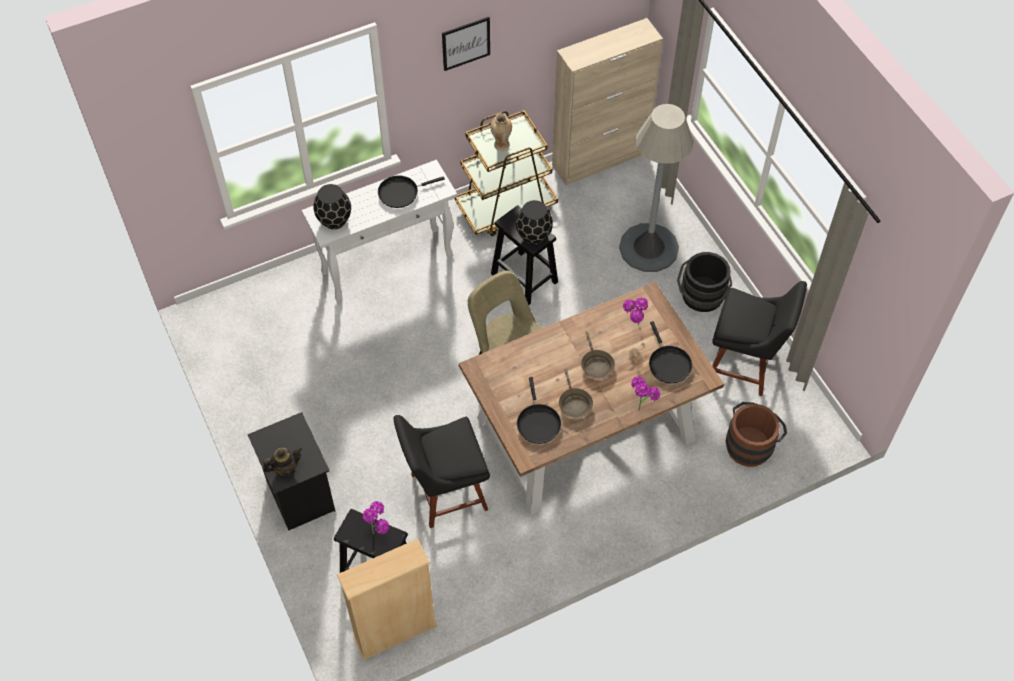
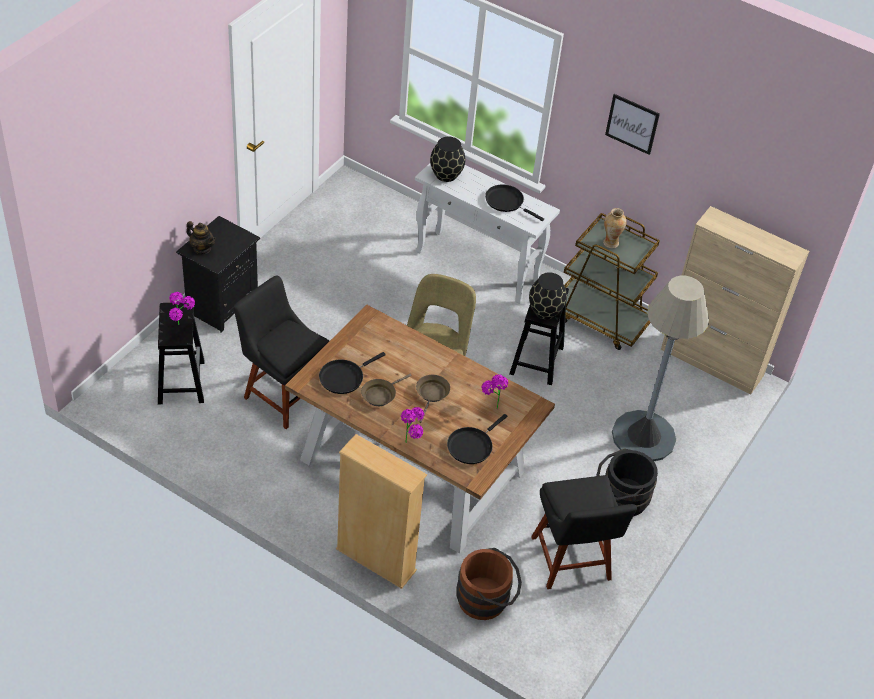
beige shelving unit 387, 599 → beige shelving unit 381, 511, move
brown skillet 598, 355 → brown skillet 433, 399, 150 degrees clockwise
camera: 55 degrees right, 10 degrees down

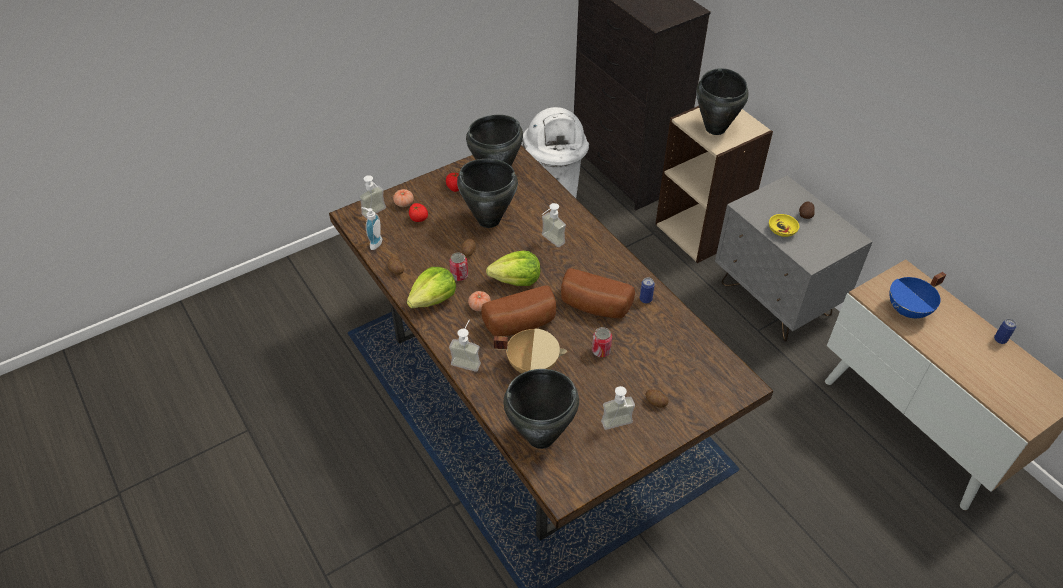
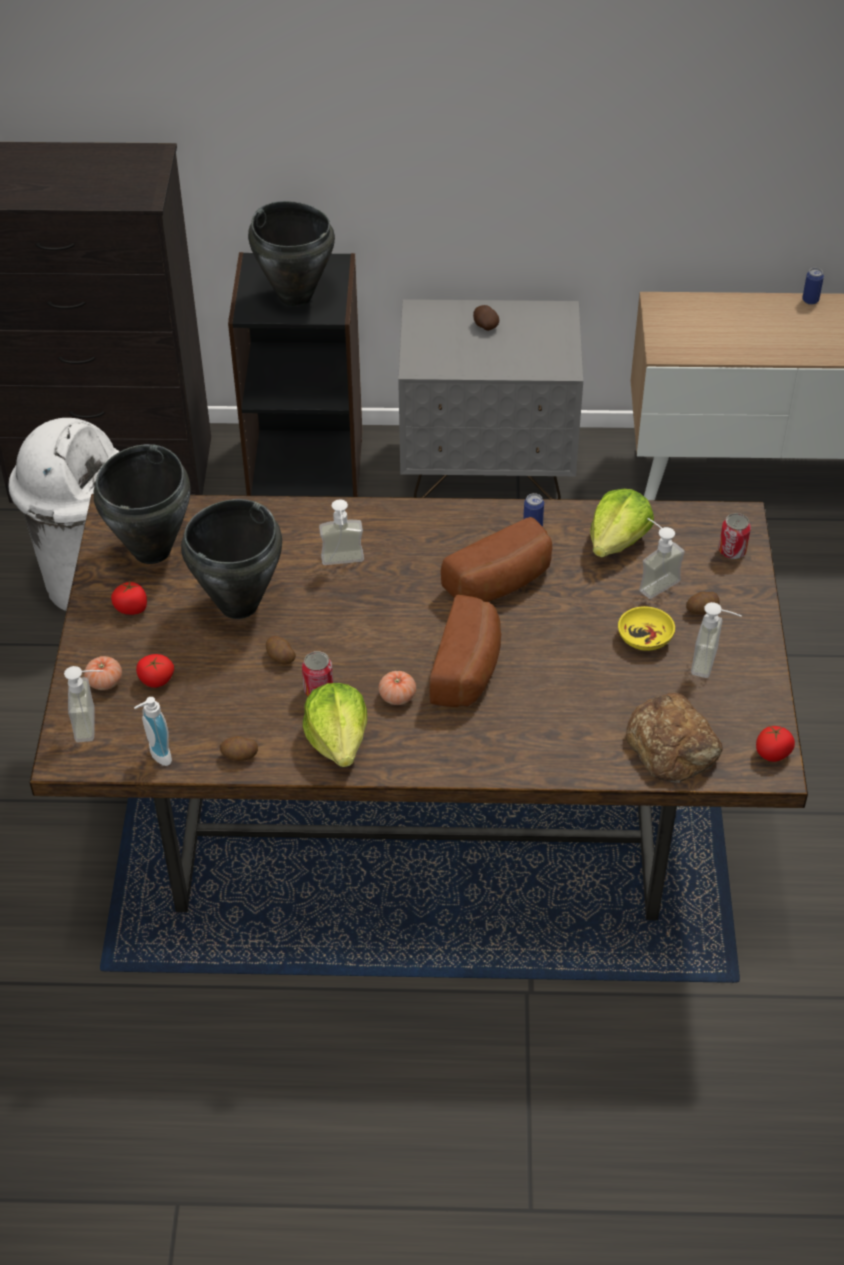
beige cooking pot 530, 350 → -
blue-coloured cooking pot 917, 295 → -
- → tomato 775, 744
soap dispenser 465, 345 → soap dispenser 662, 558, move
lettuce head 513, 268 → lettuce head 622, 523, move
sealed can 602, 342 → sealed can 735, 536, move
yellow-coloured serving bowl 784, 225 → yellow-coloured serving bowl 646, 628, move
black-coloured cooking pot 541, 409 → bread 674, 738
beige shelving unit 714, 184 → black-coloured shelving unit 295, 374
camera: 55 degrees left, 0 degrees up

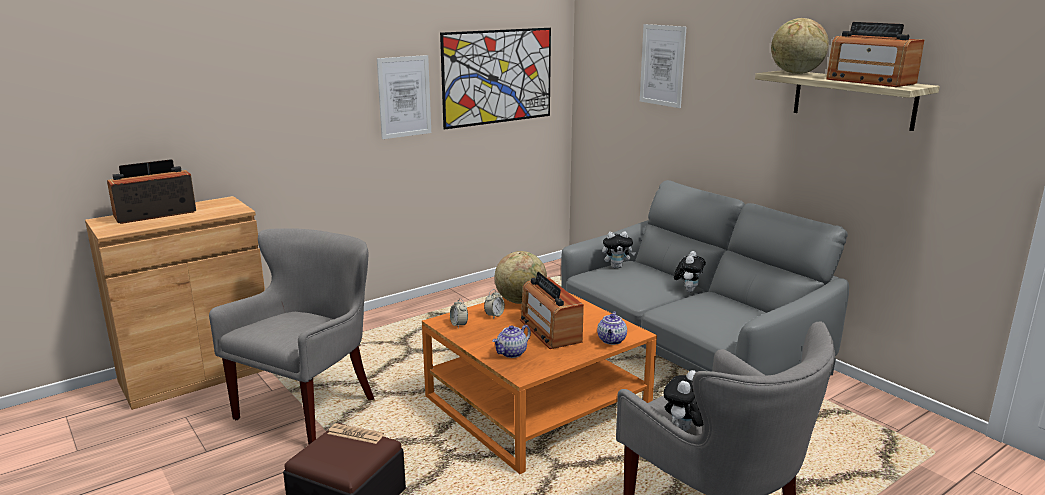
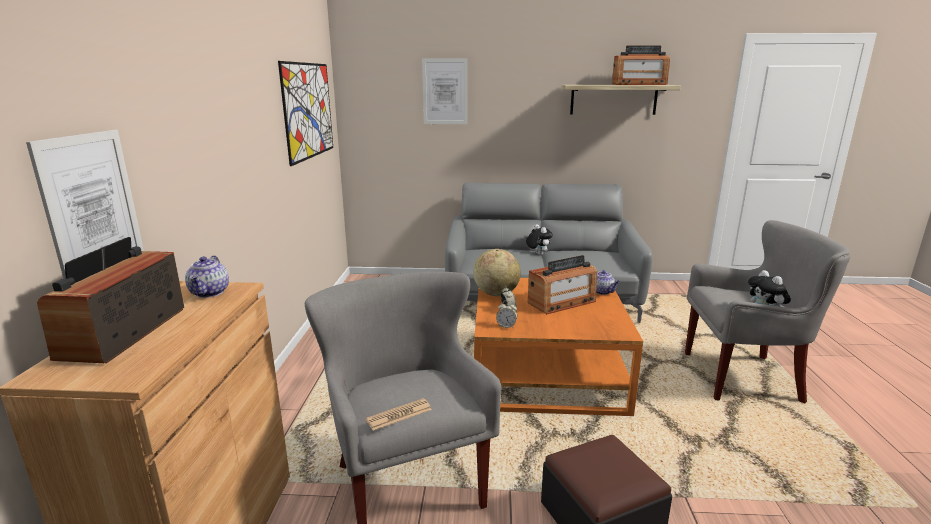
soft toy 619, 249 → -
desk globe 800, 46 → -
newspaper 355, 433 → newspaper 398, 414, move
wall art 404, 97 → wall art 85, 204, move
pot for tea 511, 341 → pot for tea 207, 276, move
radio receiver 552, 310 → radio receiver 562, 284, 45 degrees counterclockwise
camera: 50 degrees left, 0 degrees up

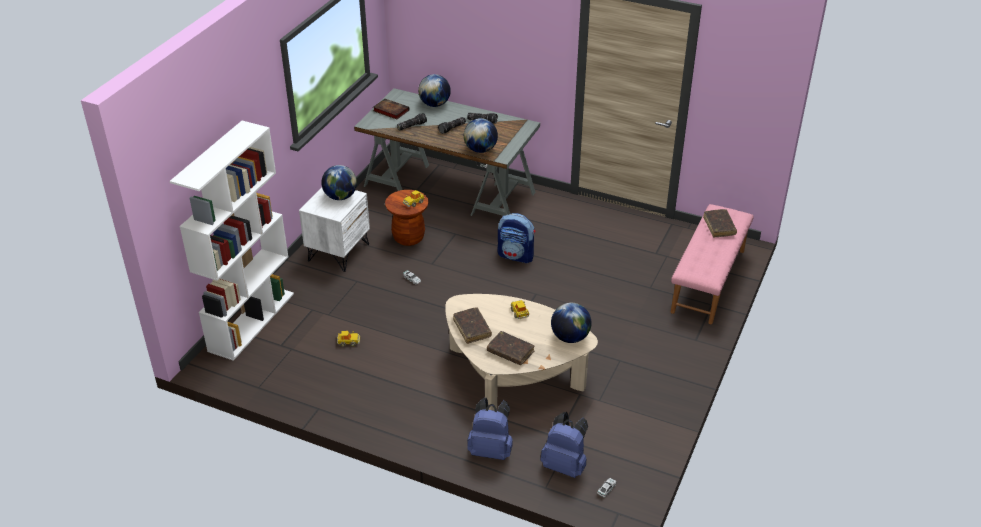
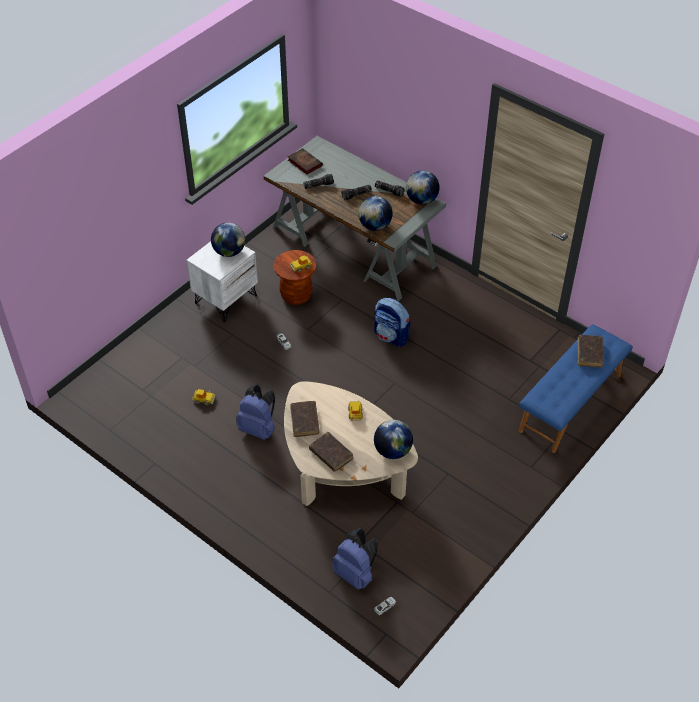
white-coloured shelving unit 232, 241 → -
desk globe 434, 90 → desk globe 423, 188, move
blue-coloured rucksack 490, 429 → blue-coloured rucksack 255, 412, move
pinkish indoor bench 712, 264 → blue-coloured indoor bench 576, 388
camera: 15 degrees right, 10 degrees up

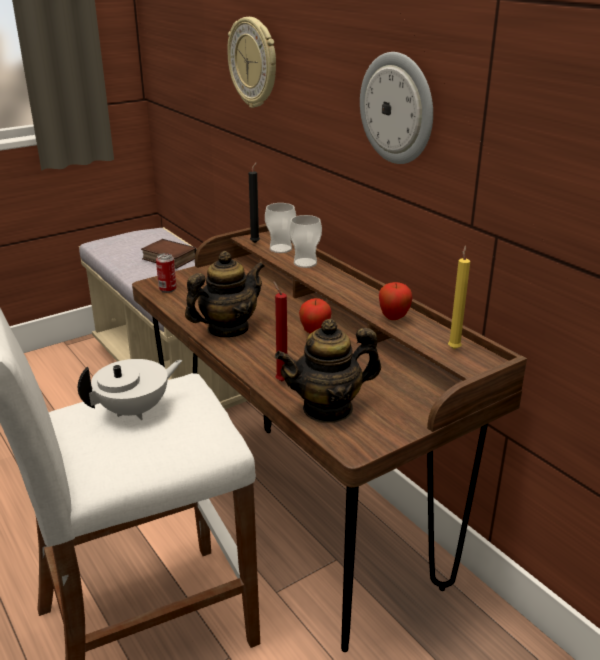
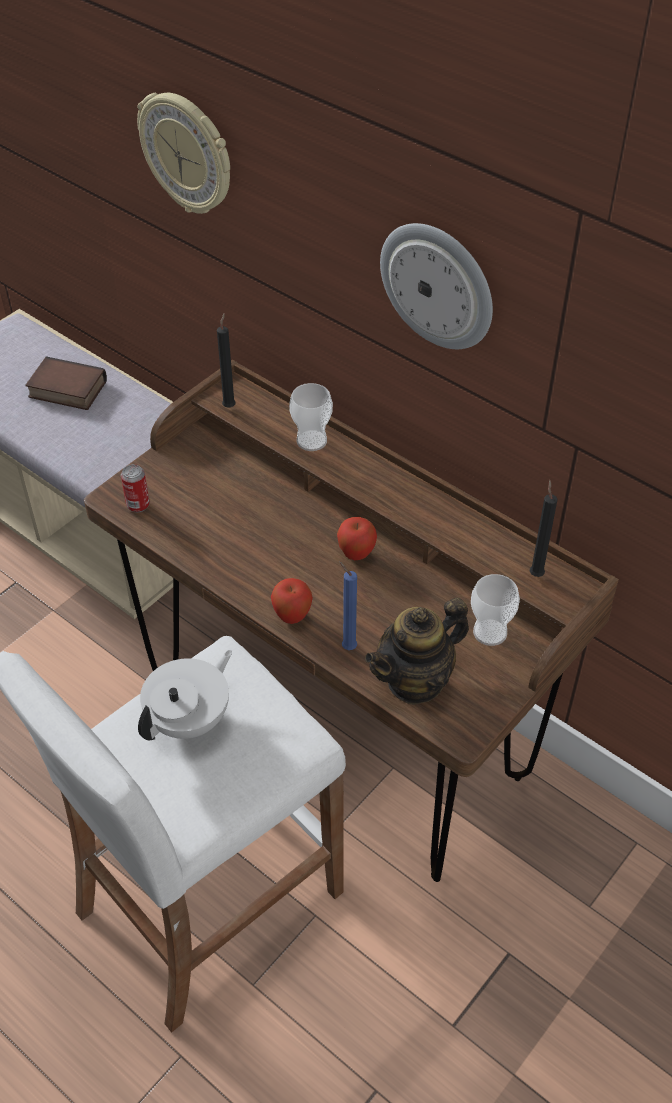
pot for tea 224, 294 → -
cup 280, 228 → cup 495, 610, move
whole apple 396, 301 → whole apple 292, 601, move
reddish wax candle 280, 331 → blue-coloured wax candle 348, 605
yellow-coloured wax candle 459, 297 → black-coloured wax candle 544, 528
camera: 15 degrees left, 20 degrees up

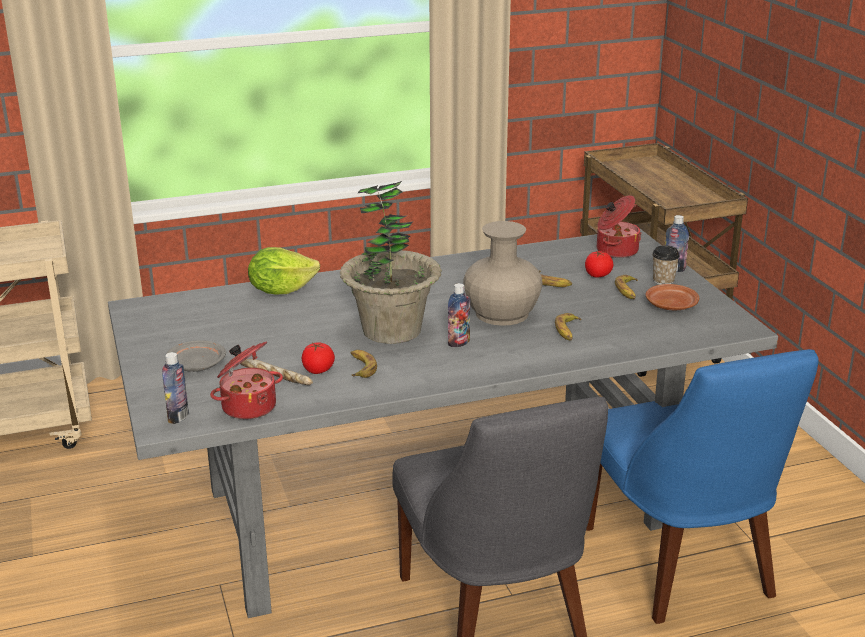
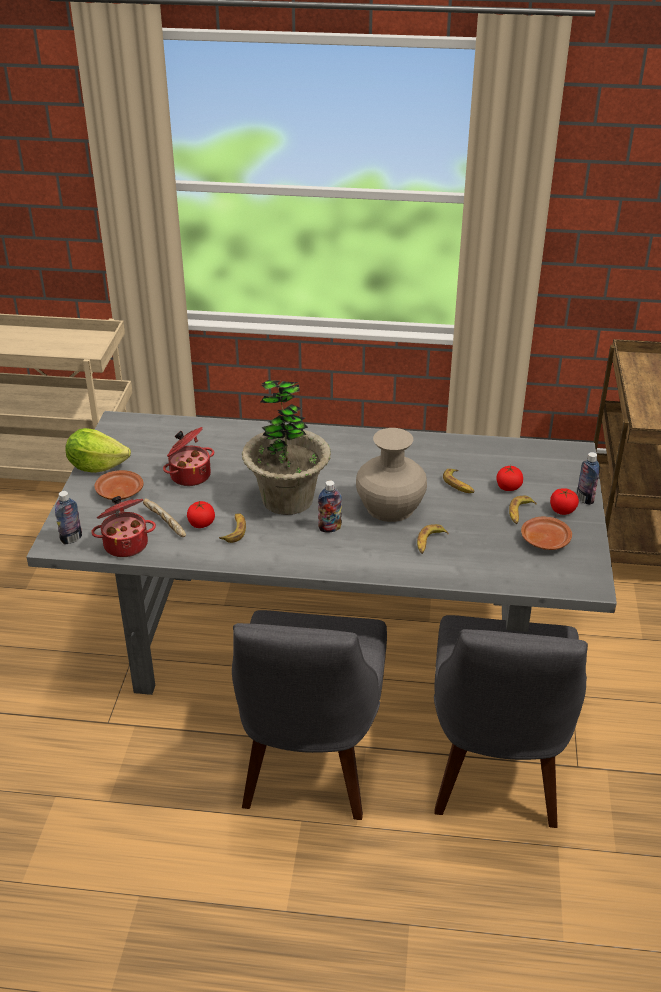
lettuce head 284, 271 → lettuce head 98, 450, move
cooking pot 619, 226 → cooking pot 188, 456, move
cup 666, 265 → tomato 564, 501
grey plate 196, 356 → brown plate 119, 485
blue-coloured chair 702, 486 → grey chair 511, 721
camera: 25 degrees right, 10 degrees up

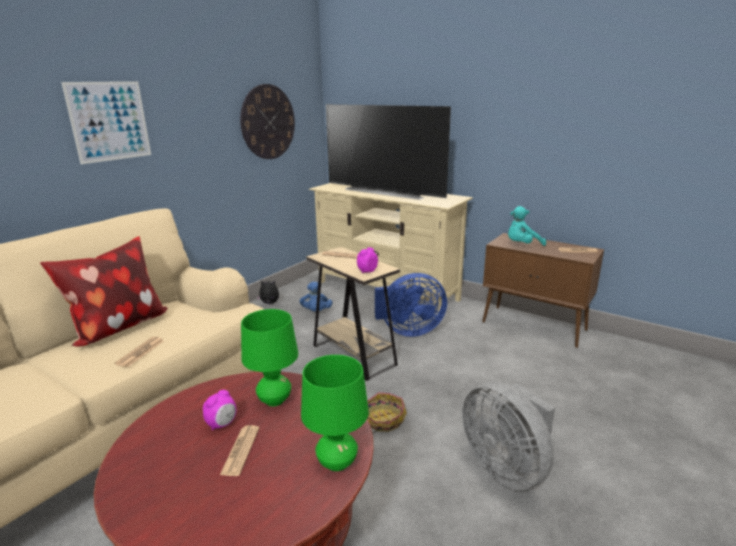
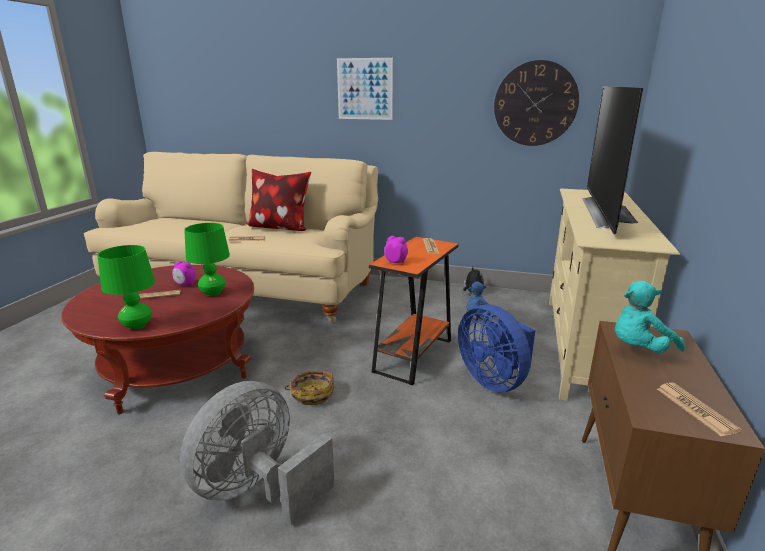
beige side table 353, 314 → orange side table 414, 311
turquoise soft toy 527, 226 → turquoise soft toy 650, 317, 75 degrees counterclockwise
camera: 70 degrees right, 0 degrees up

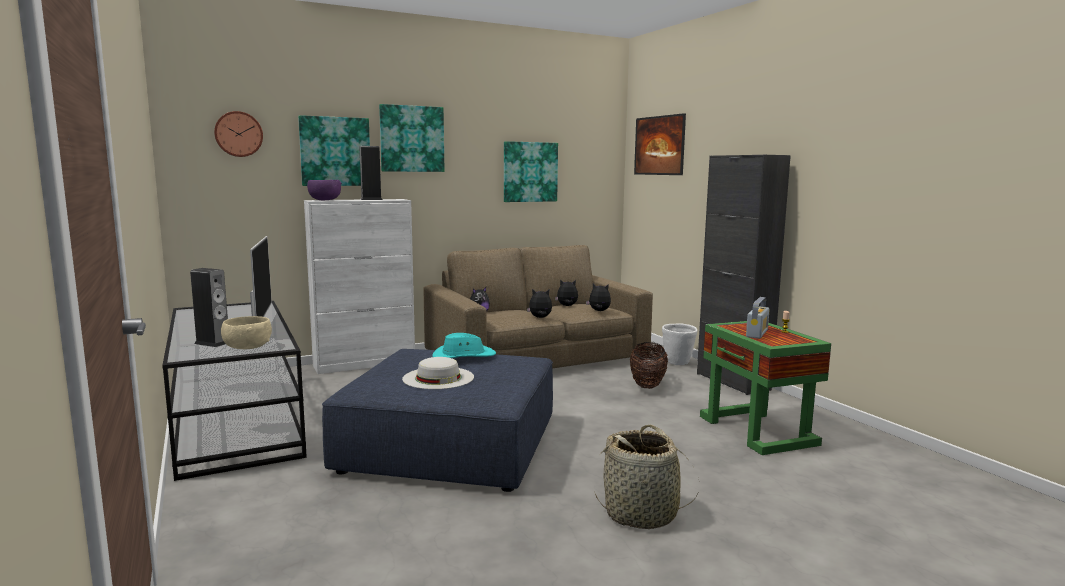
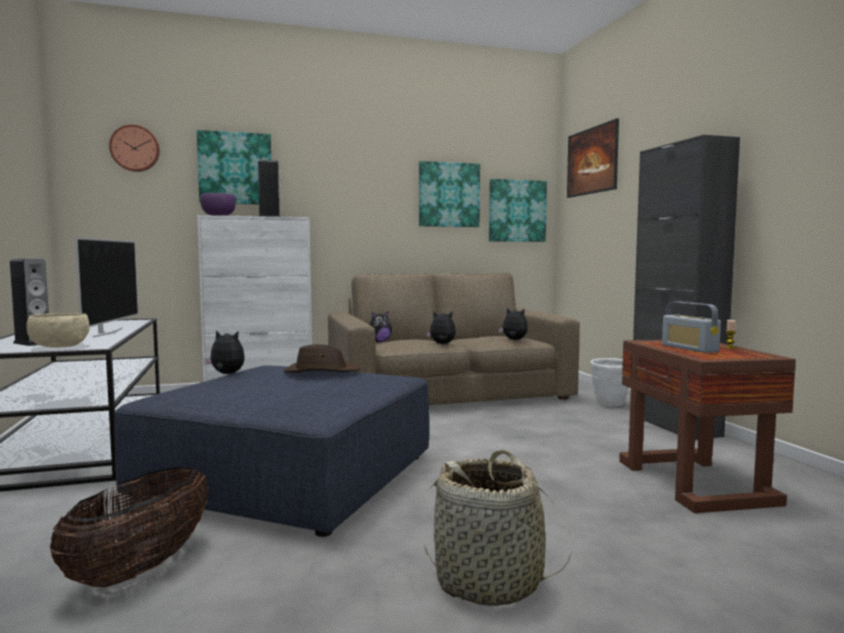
white-coloured hat 438, 373 → -
wall art 411, 138 → wall art 518, 210, move
soft toy 566, 292 → soft toy 224, 352, move
basket 649, 365 → basket 129, 526, move
turquoise hat 464, 345 → brown hat 322, 358
greenish side table 765, 388 → brown side table 707, 426
radio receiver 758, 318 → radio receiver 691, 327, 120 degrees clockwise
camera: 10 degrees right, 5 degrees down

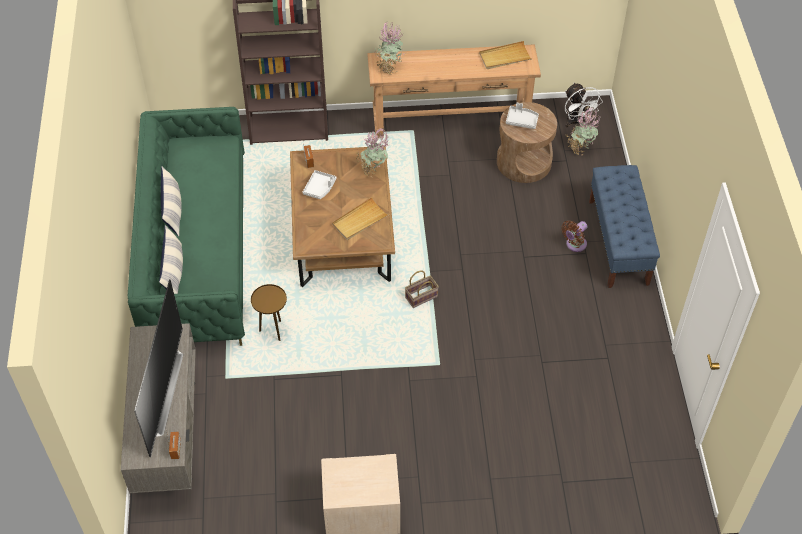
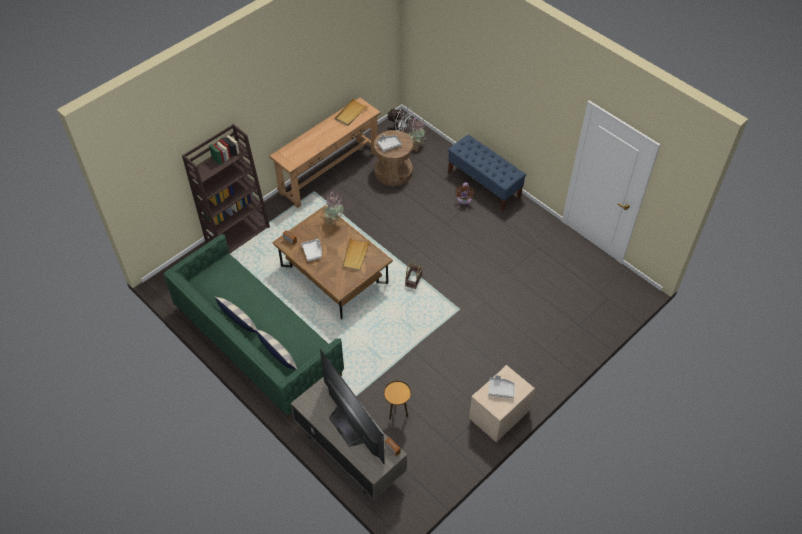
potted plant 390, 47 → -
- → grey serving tray 501, 386
brown side table 269, 312 → brown side table 397, 400, move
camera: 40 degrees left, 0 degrees up

